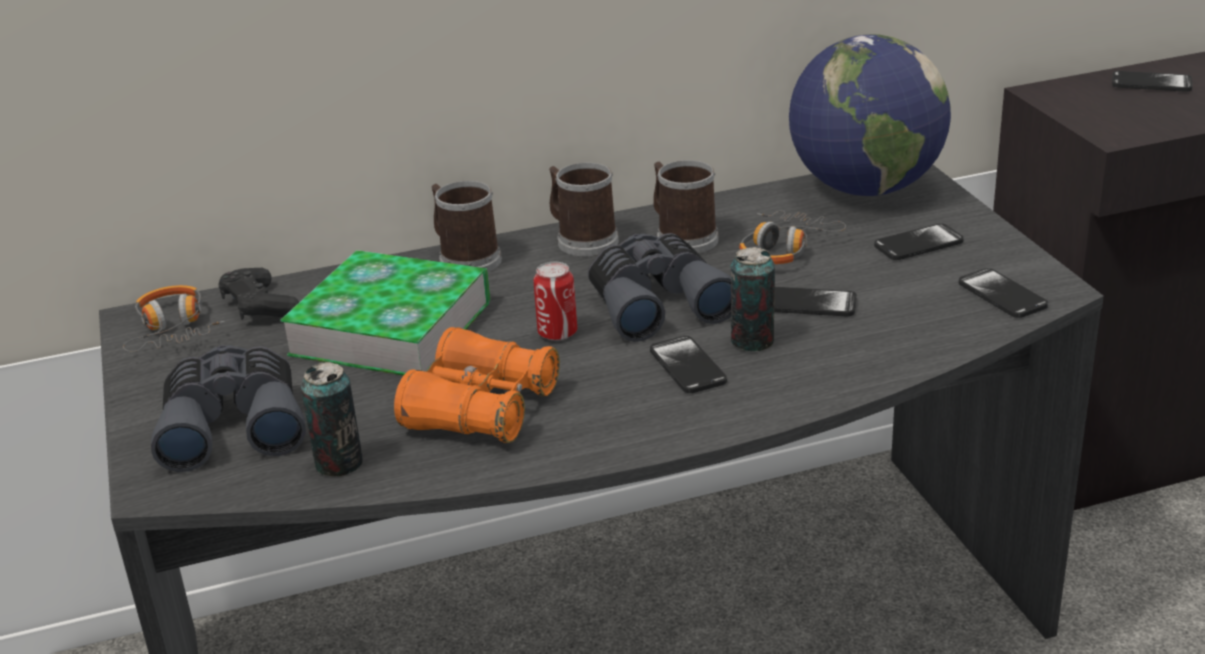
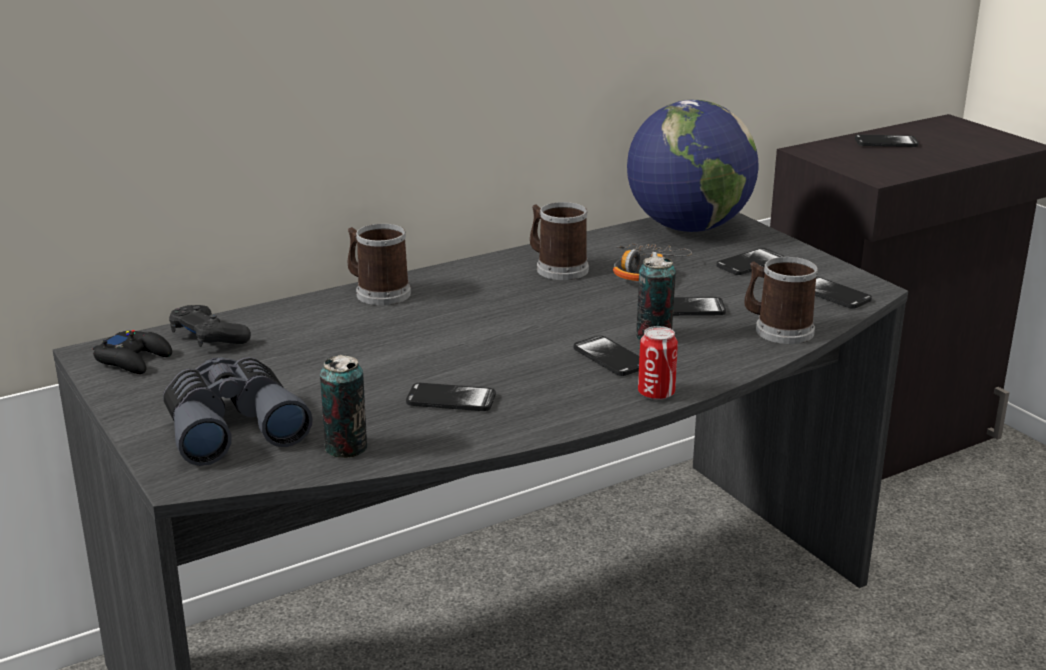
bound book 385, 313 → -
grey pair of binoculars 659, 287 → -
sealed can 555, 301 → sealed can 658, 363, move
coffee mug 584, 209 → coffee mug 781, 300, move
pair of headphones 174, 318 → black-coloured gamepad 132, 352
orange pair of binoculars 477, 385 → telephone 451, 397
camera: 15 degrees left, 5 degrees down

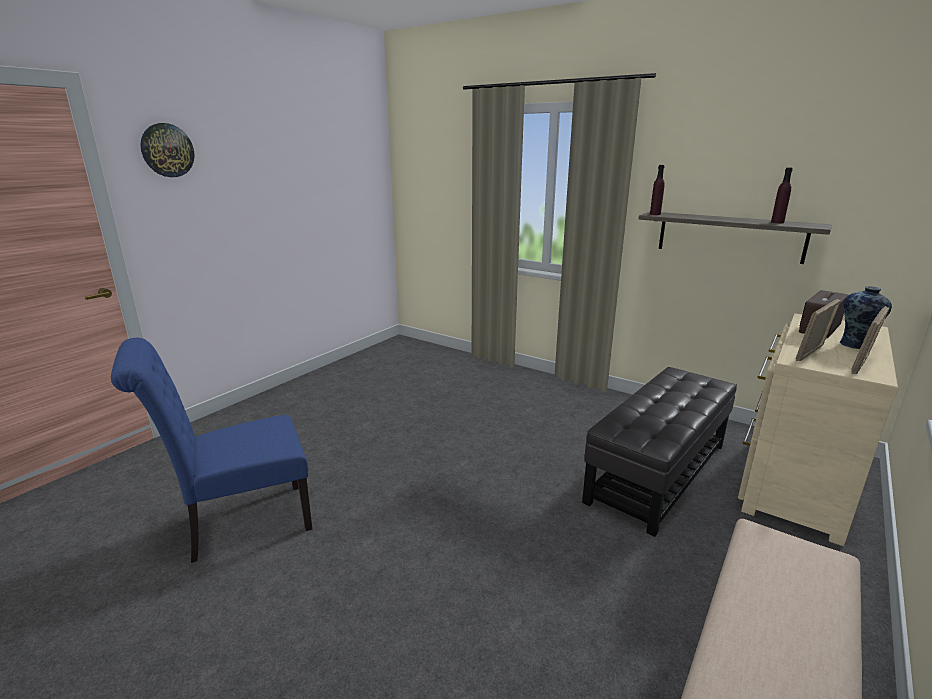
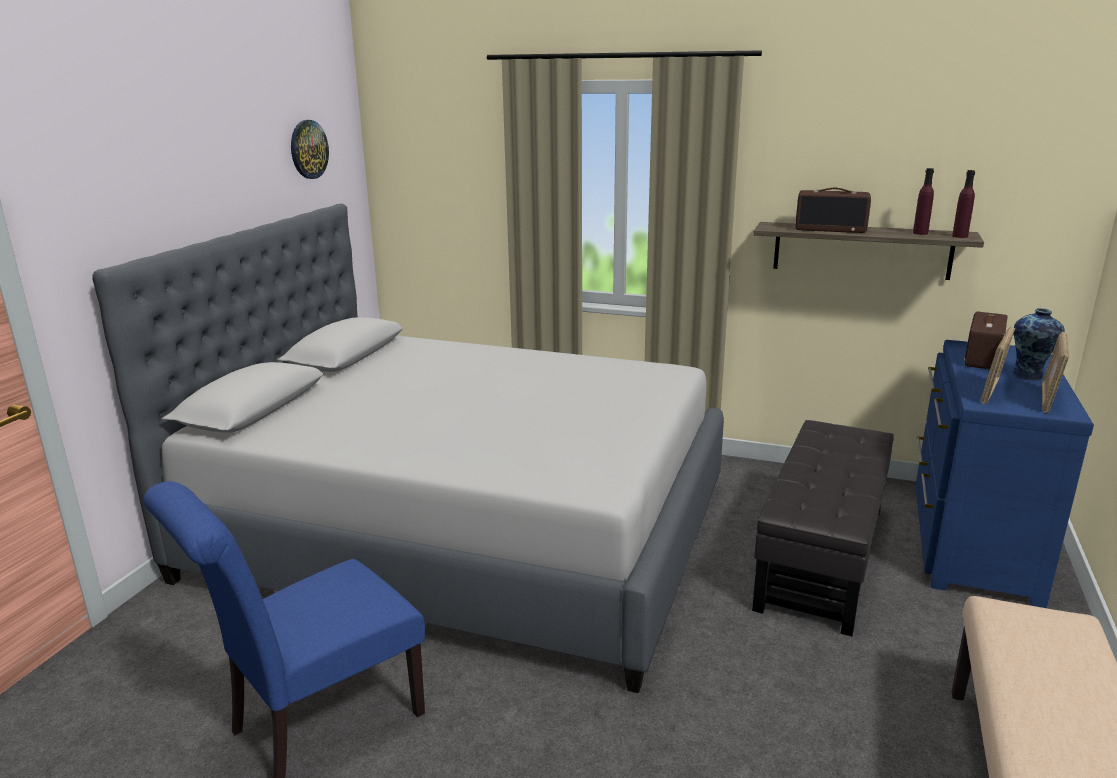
- → grey bedroom bed 408, 448
- → radio receiver 833, 210
clock on the wall 167, 150 → clock on the wall 310, 149, move
purplish beverage bottle 657, 190 → purplish beverage bottle 963, 204, move
beige chest of drawers 818, 429 → blue-coloured chest of drawers 1005, 474
camera: 15 degrees left, 0 degrees up

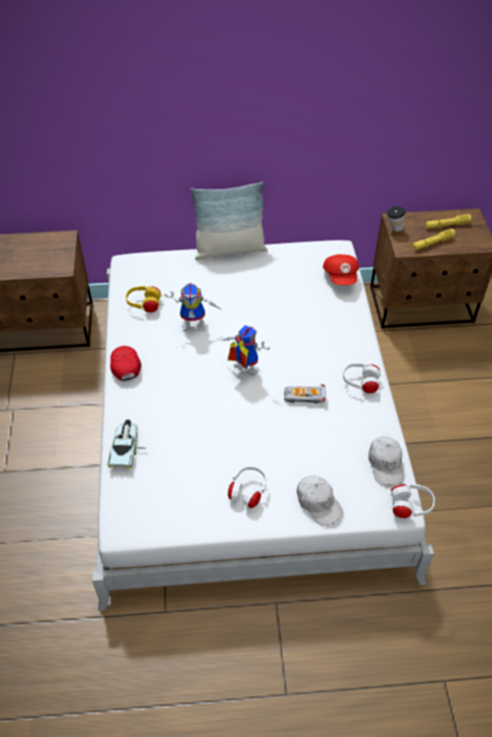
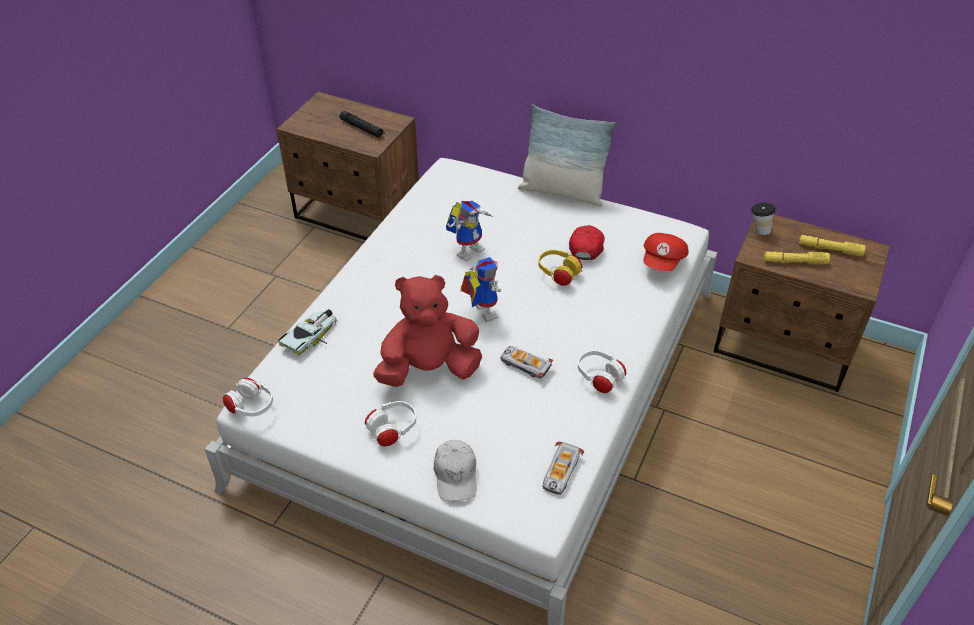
- → black-coloured hand torch 362, 124
- → reddish soft toy 427, 331
reddish peaked cap 125, 363 → reddish peaked cap 587, 242, move
yellow-coloured pair of headphones 144, 299 → yellow-coloured pair of headphones 560, 268, move
white-coloured pair of headphones 411, 500 → white-coloured pair of headphones 248, 397, move
white-coloured peaked cap 386, 460 → toy car 563, 468
model robot 193, 306 → model robot 469, 231, 75 degrees counterclockwise
camera: 30 degrees right, 5 degrees down

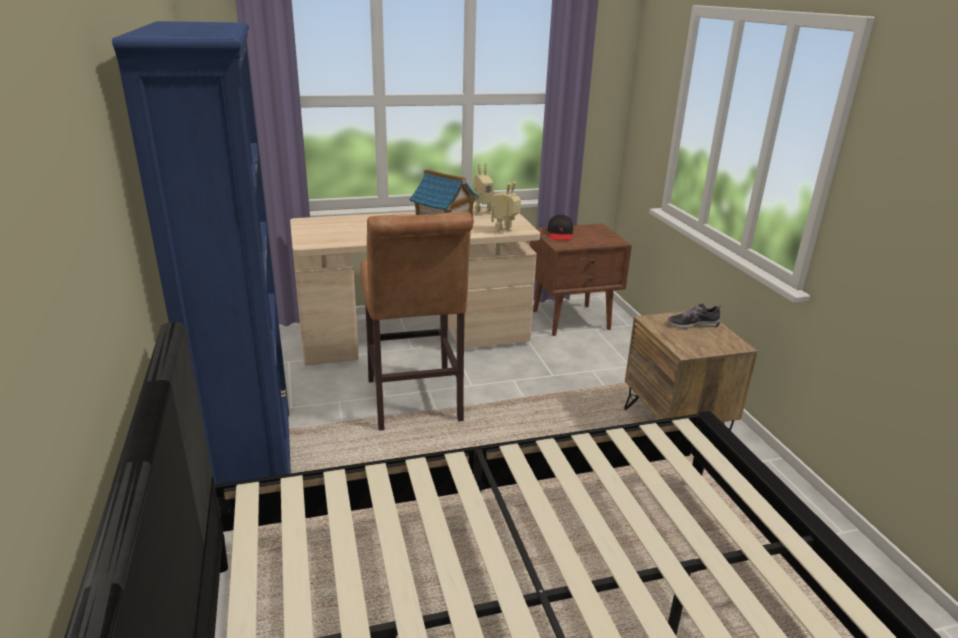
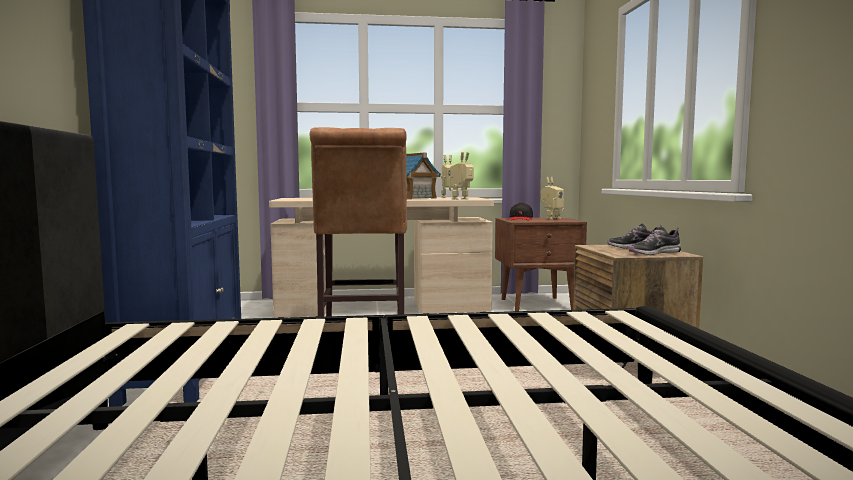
- → model robot 552, 198
- → item of footwear 655, 241
camera: 10 degrees right, 20 degrees down

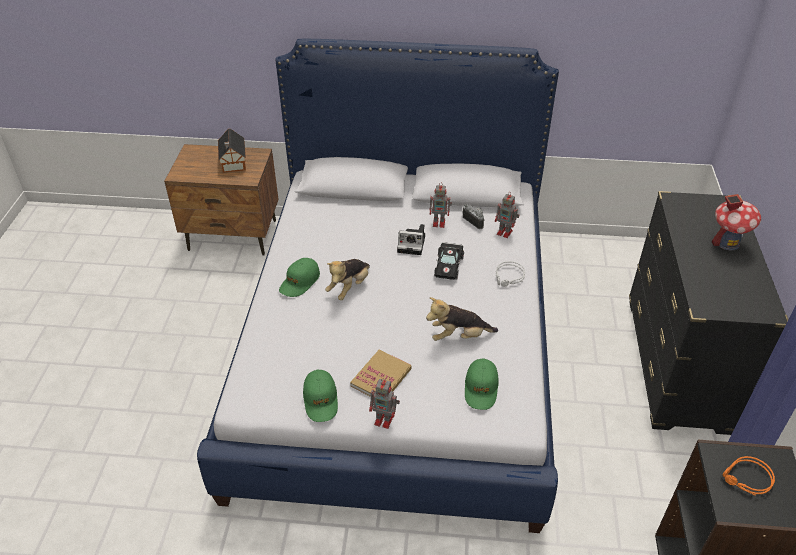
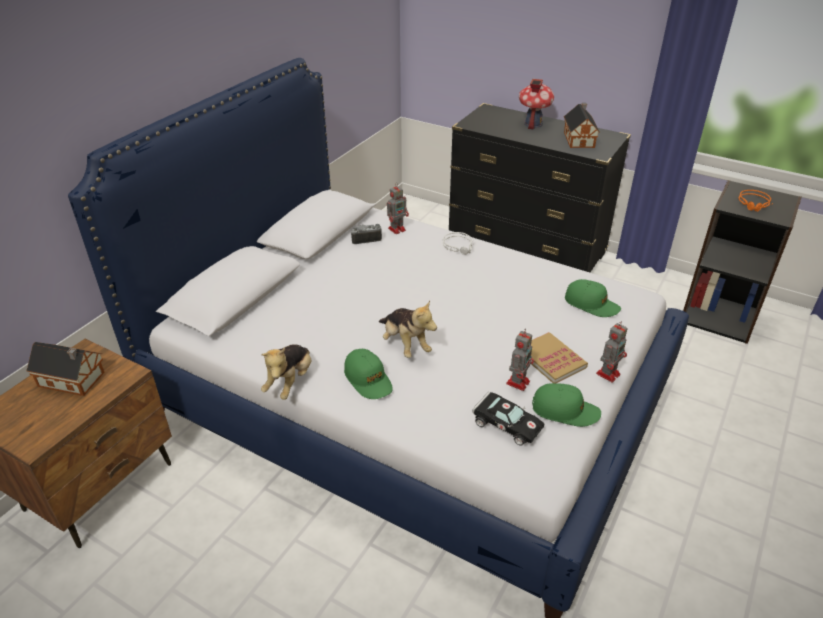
photo camera 411, 239 → -
- → toy house 582, 125
soft toy 462, 319 → soft toy 286, 372, move
model robot 440, 205 → model robot 520, 360, move
black-coloured toy car 449, 261 → black-coloured toy car 508, 419, move
camera: 65 degrees left, 5 degrees down

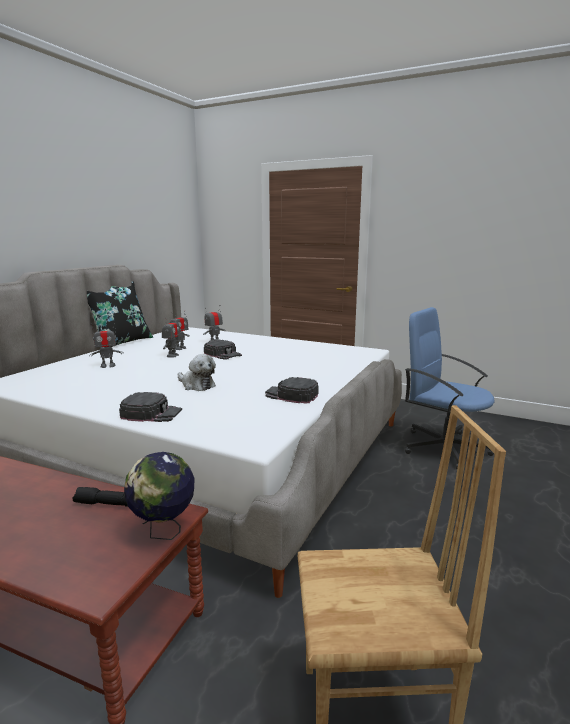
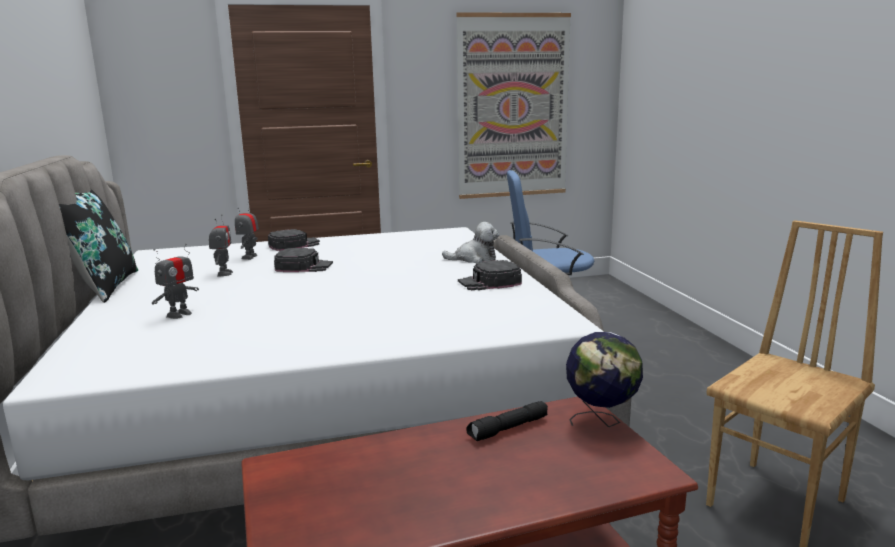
model robot 171, 336 → -
- → wall art 513, 105
black-coloured peaked cap 150, 407 → black-coloured peaked cap 294, 240, move
soft toy 197, 372 → soft toy 470, 243, move
camera: 40 degrees left, 0 degrees up

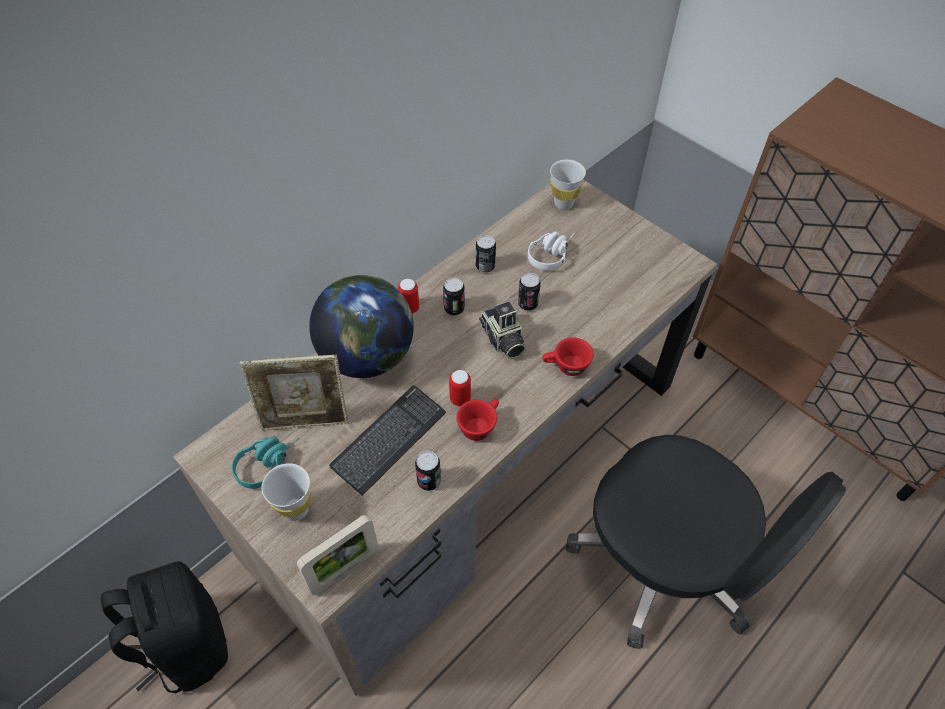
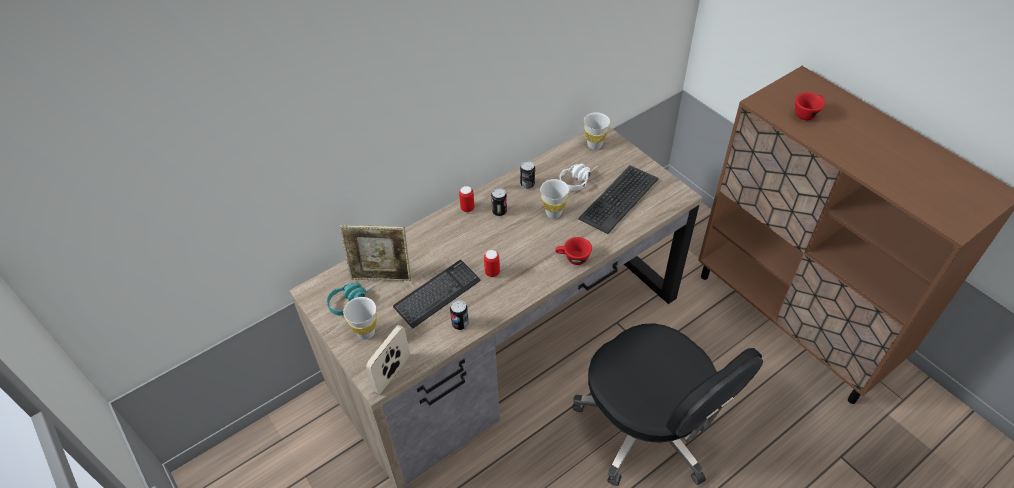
black-coloured rucksack 164, 627 → -
desk globe 361, 326 → -
photo camera 502, 330 → -
- → keyboard 618, 199
reddish cup 477, 419 → reddish cup 810, 106, move
sealed can 529, 292 → white-coloured cup 554, 199
picture frame 337, 554 → picture frame 388, 359, 150 degrees clockwise
camera: 10 degrees right, 5 degrees down

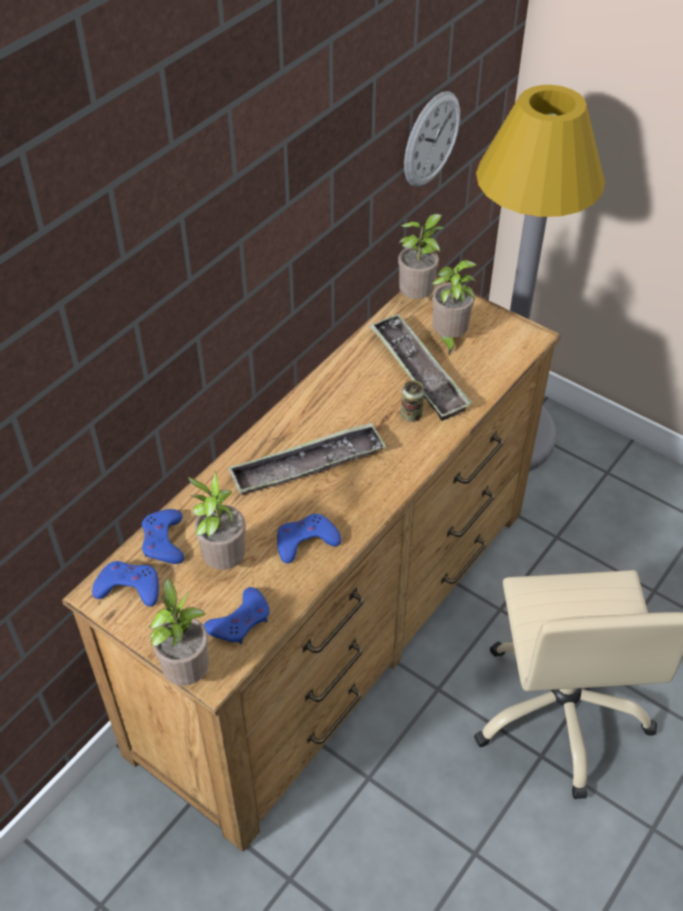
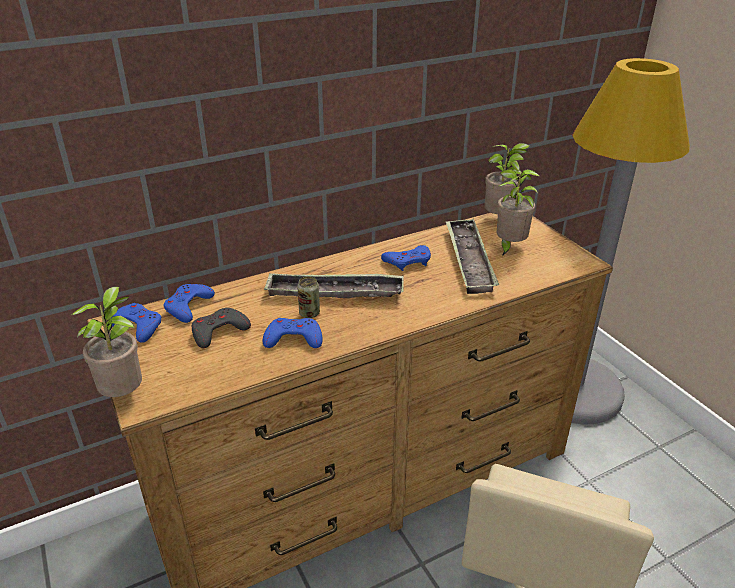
clock on the wall 432, 139 → -
blue-coloured gamepad 236, 615 → blue-coloured gamepad 406, 258, move
sealed can 412, 401 → sealed can 308, 297, move
potted plant 217, 520 → grey gamepad 221, 328
camera: 25 degrees right, 15 degrees down

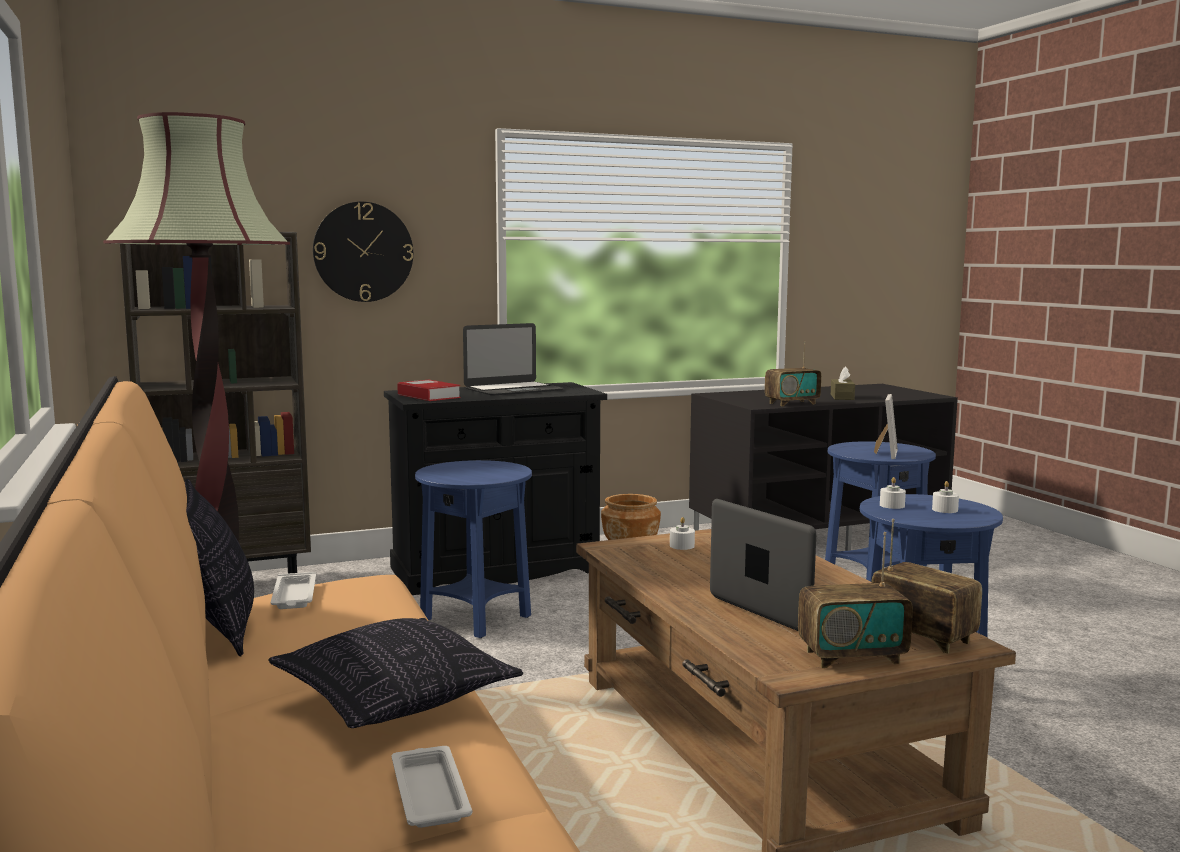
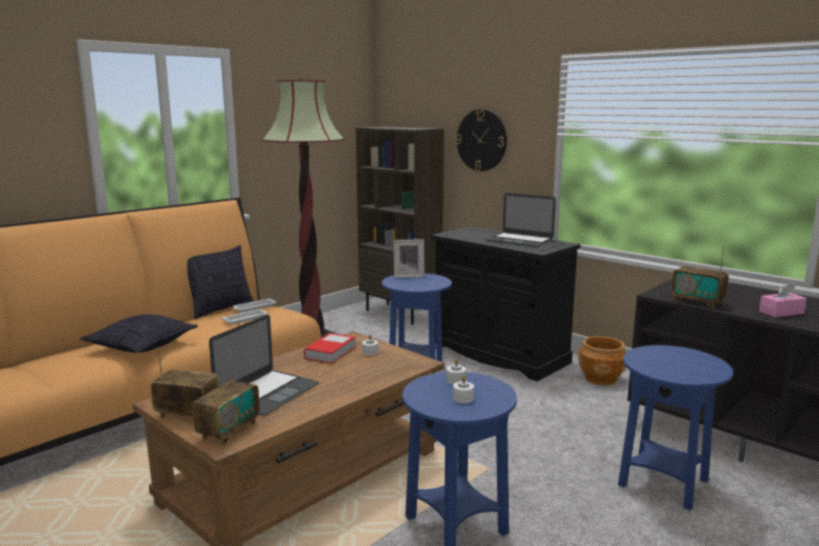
white-coloured serving tray 432, 787 → white-coloured serving tray 244, 317, move
bound book 428, 390 → bound book 330, 348, move
picture frame 886, 426 → picture frame 409, 258, move
brown tissue box 843, 383 → pinkish tissue box 783, 299
radio receiver 855, 600 → radio receiver 185, 382, 135 degrees clockwise
camera: 65 degrees right, 5 degrees up

